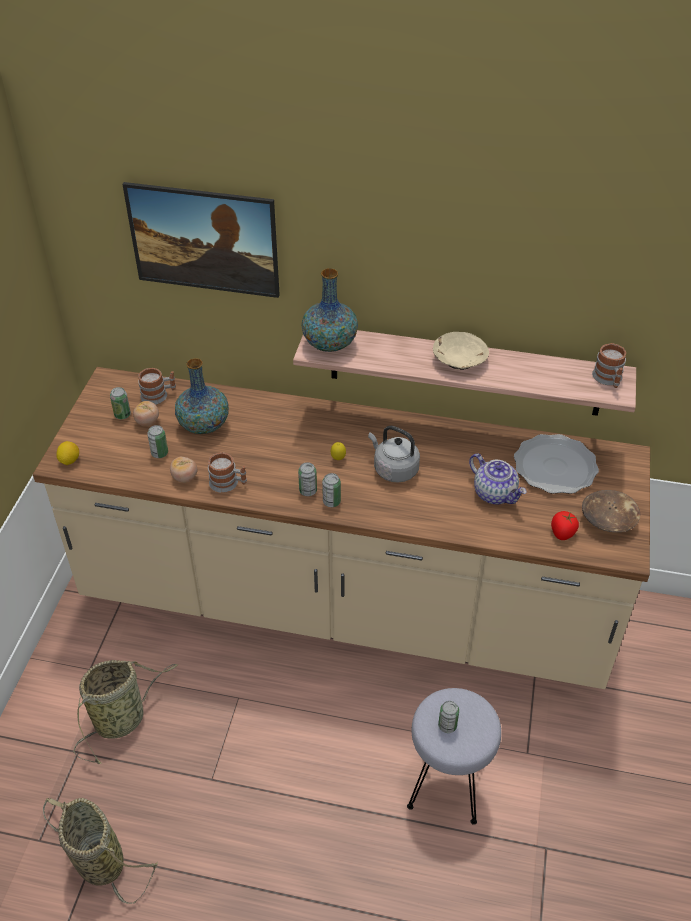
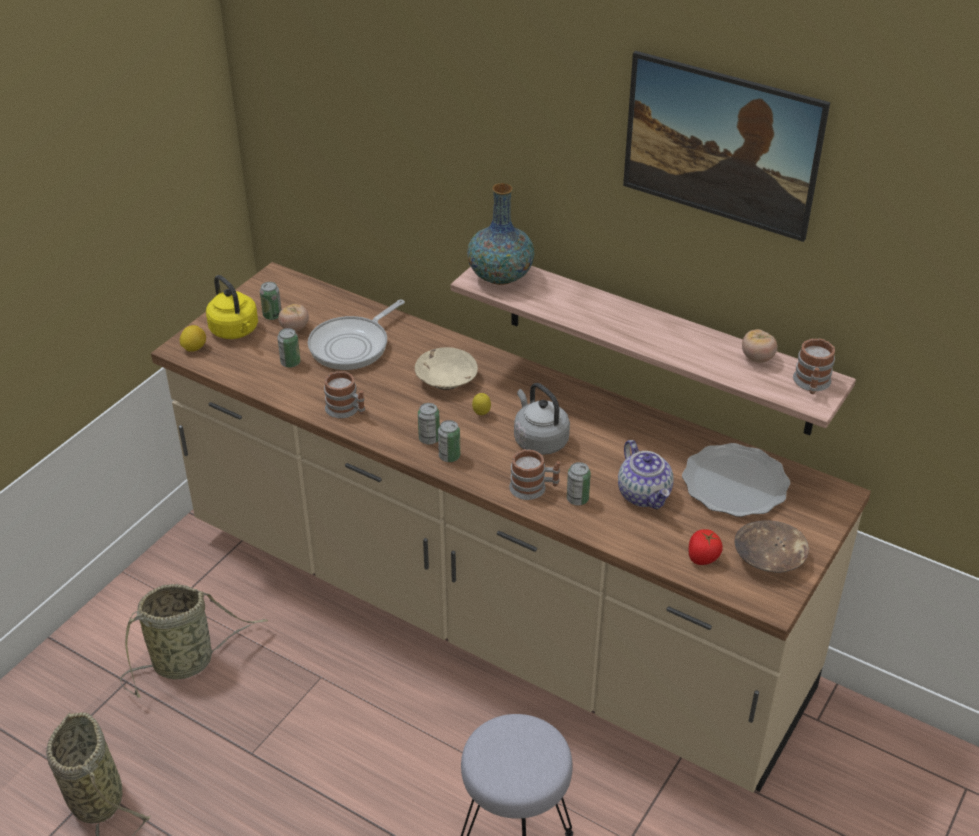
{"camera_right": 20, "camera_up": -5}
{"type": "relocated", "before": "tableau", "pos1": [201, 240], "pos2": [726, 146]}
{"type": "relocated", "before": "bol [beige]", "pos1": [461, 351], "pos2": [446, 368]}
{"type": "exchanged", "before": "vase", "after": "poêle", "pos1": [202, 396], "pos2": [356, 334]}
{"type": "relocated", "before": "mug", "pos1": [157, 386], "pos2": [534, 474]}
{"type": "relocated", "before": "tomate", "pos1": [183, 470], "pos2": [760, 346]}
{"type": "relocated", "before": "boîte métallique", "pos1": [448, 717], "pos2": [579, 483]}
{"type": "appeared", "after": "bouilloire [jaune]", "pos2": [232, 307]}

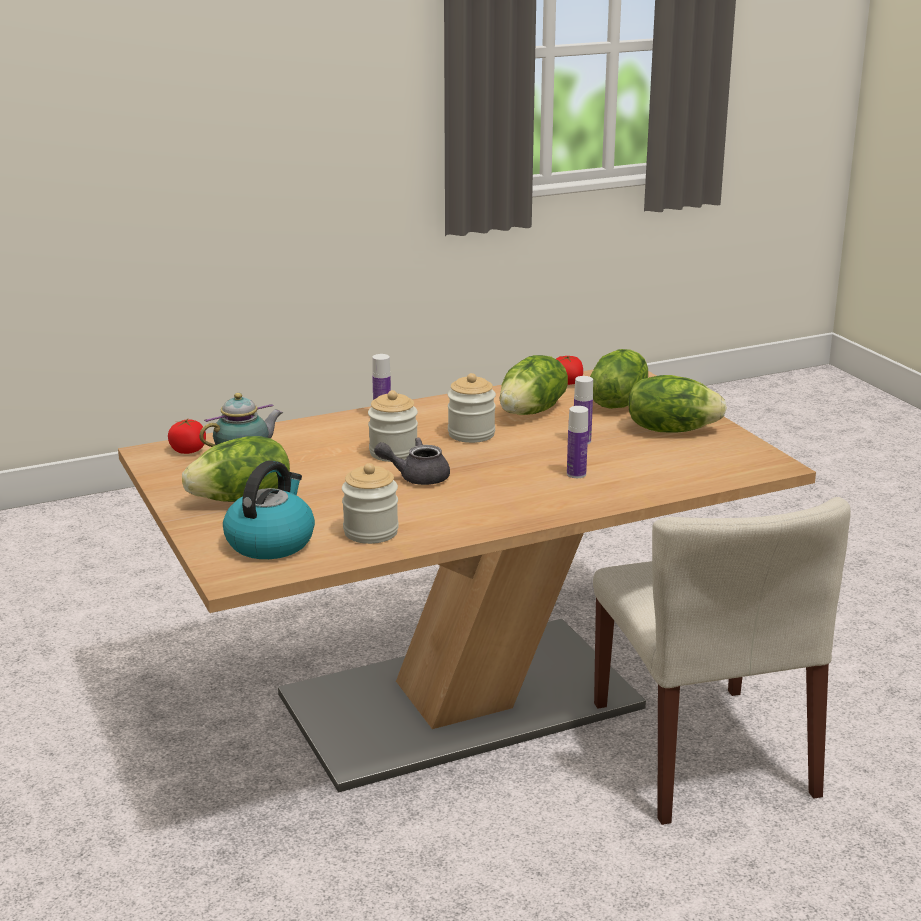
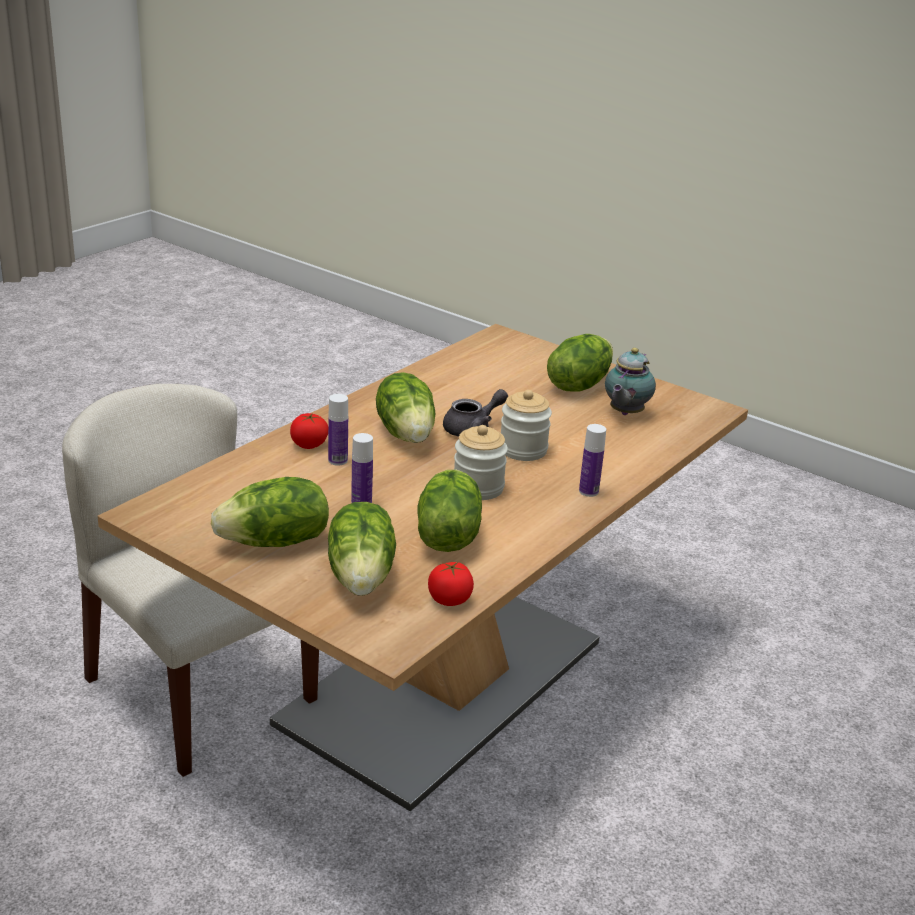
{"camera_right": 150, "camera_up": 5}
{"type": "relocated", "before": "tomate", "pos1": [187, 436], "pos2": [309, 431]}
{"type": "missing", "before": "bouilloire", "pos1": [269, 509]}
{"type": "missing", "before": "bocal", "pos1": [370, 503]}
{"type": "appeared", "after": "laitue", "pos2": [405, 407]}

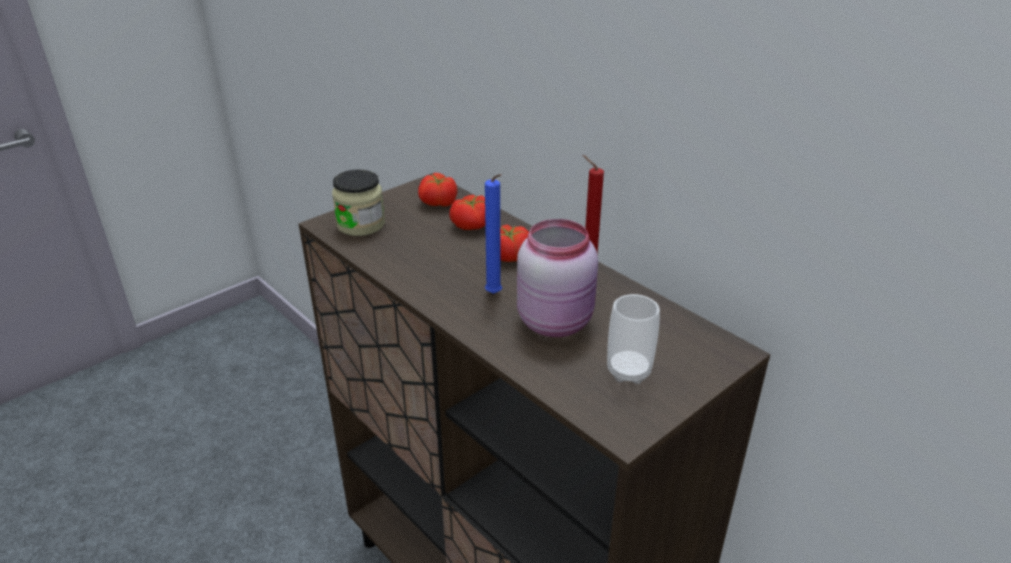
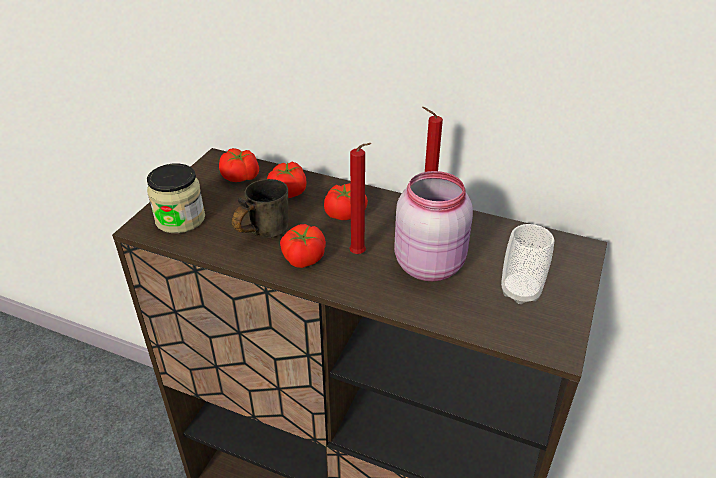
{"camera_right": -25, "camera_up": 5}
{"type": "colour", "before": "bougie [bleu]", "after": "bougie [rouge]", "pos1": [493, 234], "pos2": [361, 198]}
{"type": "appeared", "after": "mug [gris]", "pos2": [260, 208]}
{"type": "appeared", "after": "tomate", "pos2": [303, 246]}

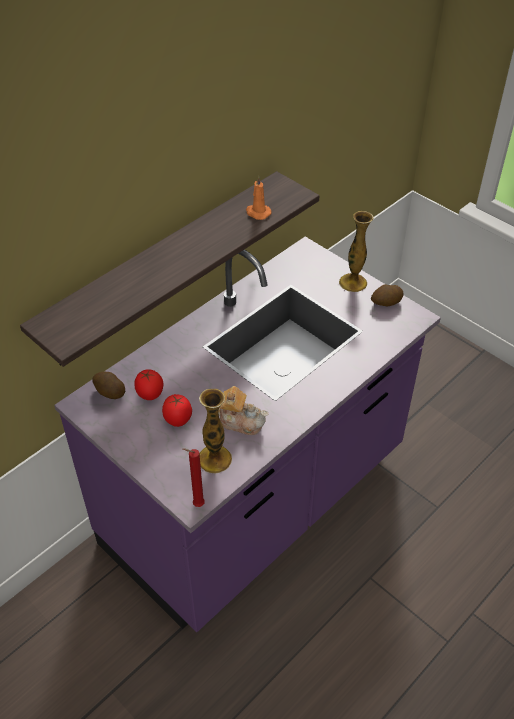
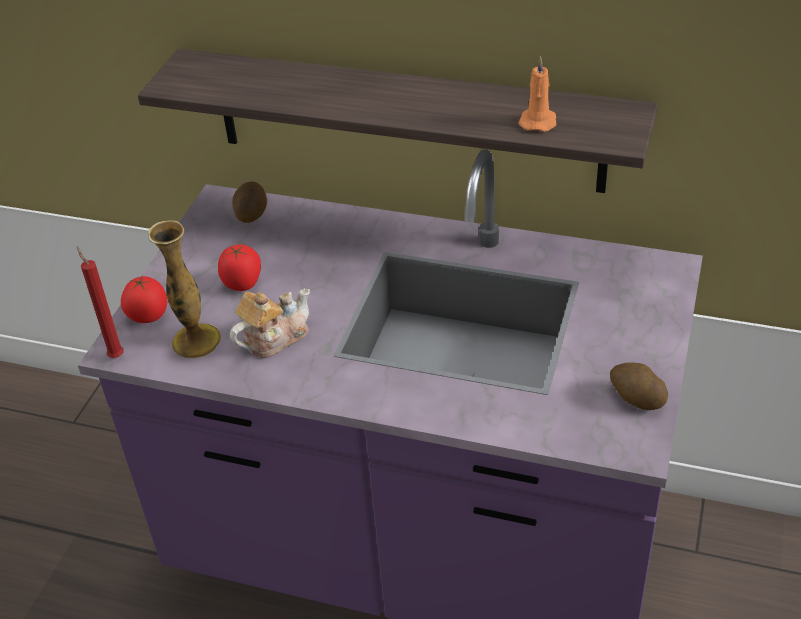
{"camera_right": 65, "camera_up": -5}
{"type": "missing", "before": "vase", "pos1": [356, 251]}
{"type": "relocated", "before": "tomate", "pos1": [148, 384], "pos2": [144, 299]}
{"type": "spun", "before": "théière", "pos1": [243, 410], "pos2": [270, 323], "turn": -120}

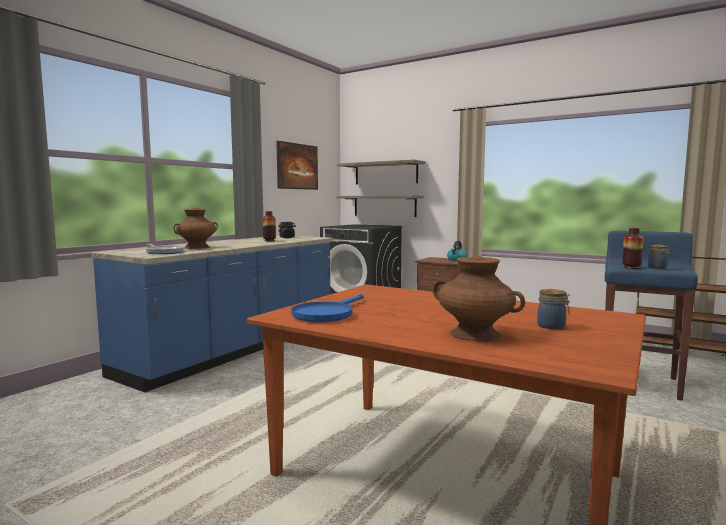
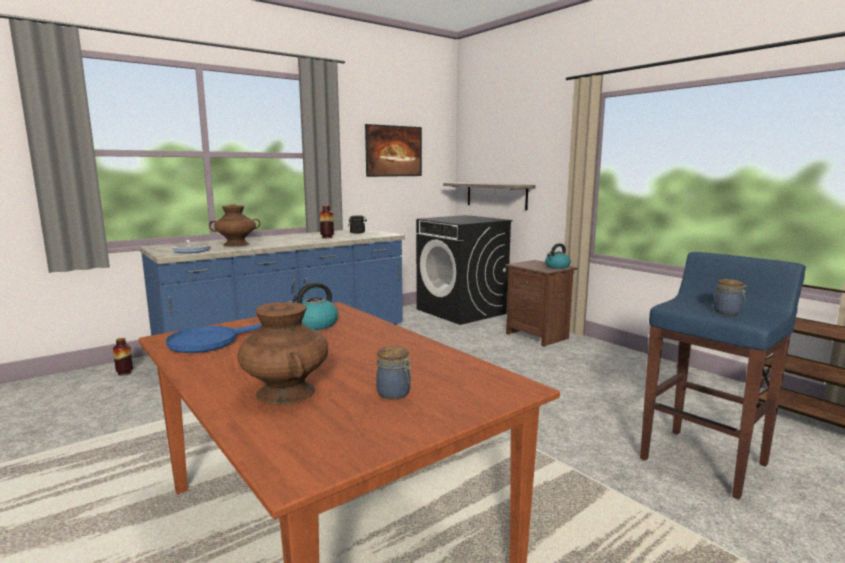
{"camera_right": 20, "camera_up": 5}
{"type": "missing", "before": "étagère", "pos1": [381, 172]}
{"type": "relocated", "before": "vase", "pos1": [632, 248], "pos2": [123, 357]}
{"type": "appeared", "after": "bouilloire", "pos2": [313, 306]}

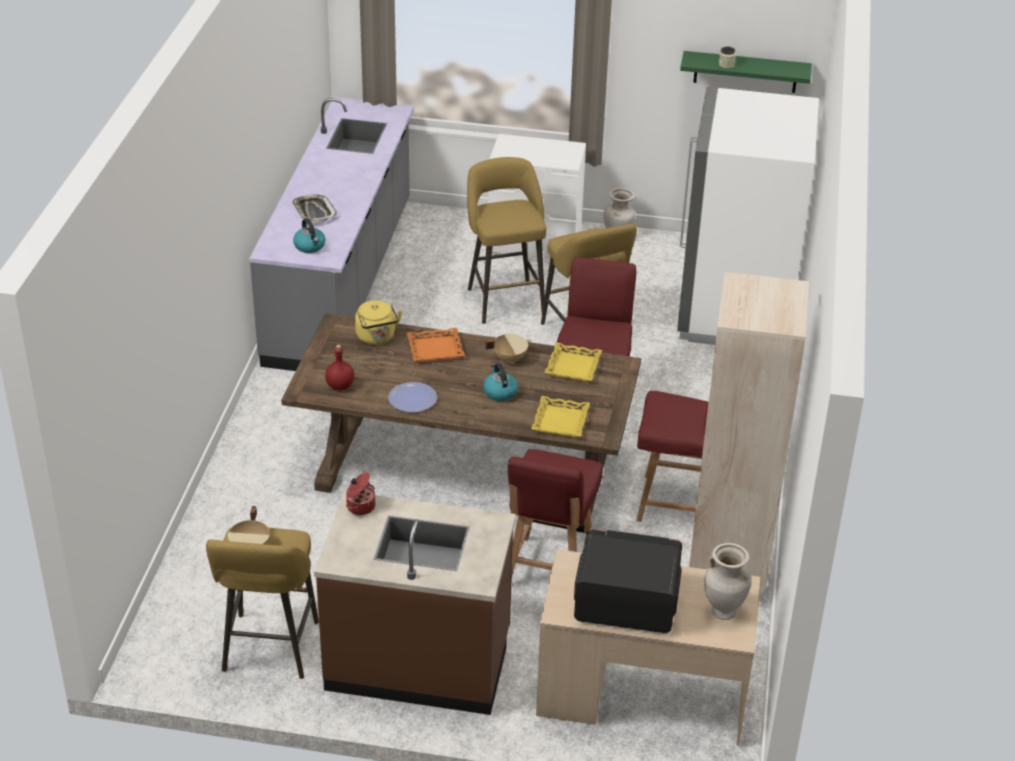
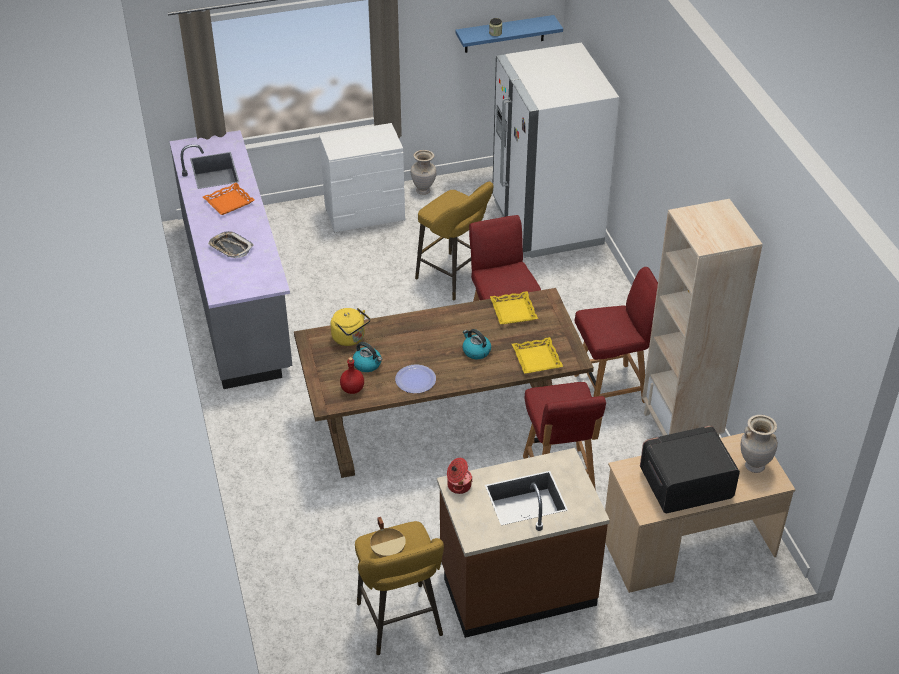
{"camera_right": -25, "camera_up": 5}
{"type": "colour", "before": "étagère [vert]", "after": "étagère [bleu]", "pos1": [746, 72], "pos2": [509, 34]}
{"type": "missing", "before": "tabouret [jaune]", "pos1": [506, 240]}
{"type": "relocated", "before": "bouilloire", "pos1": [309, 235], "pos2": [367, 357]}
{"type": "relocated", "before": "plateau [orange]", "pos1": [436, 345], "pos2": [229, 199]}
{"type": "missing", "before": "marmite [beige]", "pos1": [508, 348]}

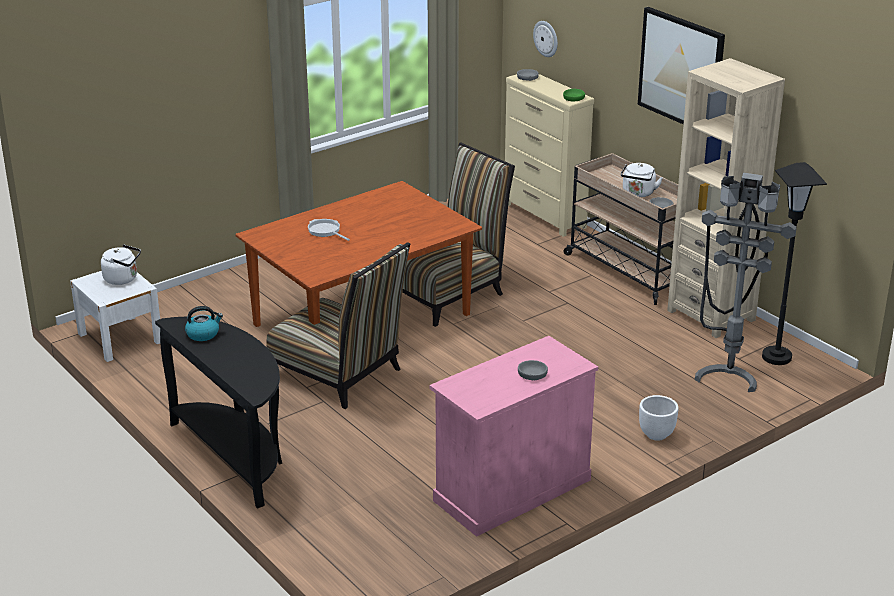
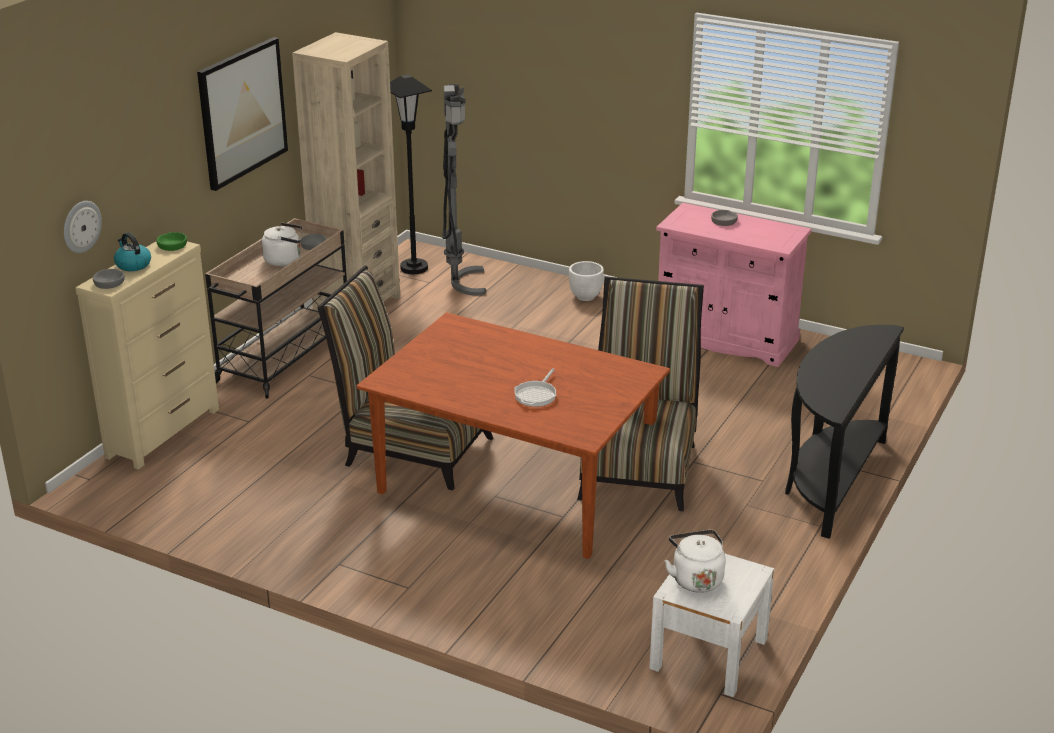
{"camera_right": -115, "camera_up": 0}
{"type": "relocated", "before": "bouilloire", "pos1": [204, 323], "pos2": [132, 251]}

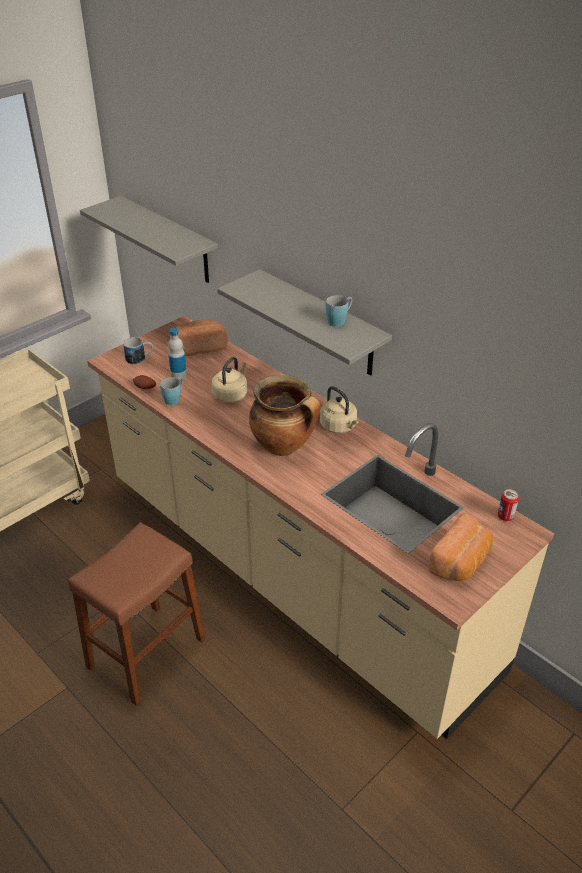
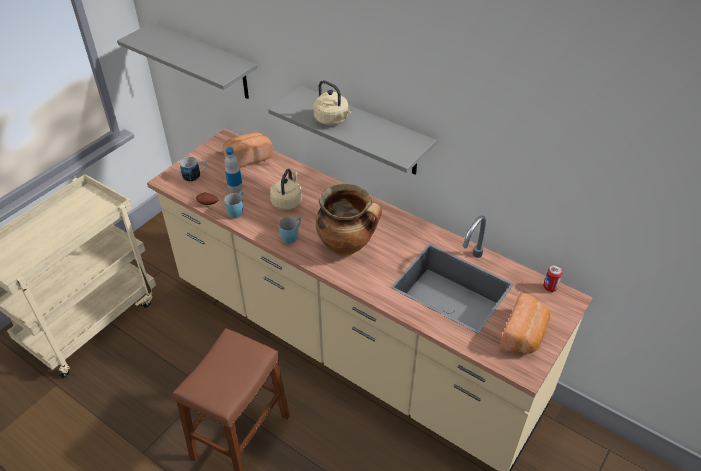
{"camera_right": -10, "camera_up": 5}
{"type": "relocated", "before": "mug [bleu]", "pos1": [339, 311], "pos2": [290, 230]}
{"type": "relocated", "before": "bouilloire [beige]", "pos1": [339, 409], "pos2": [333, 102]}

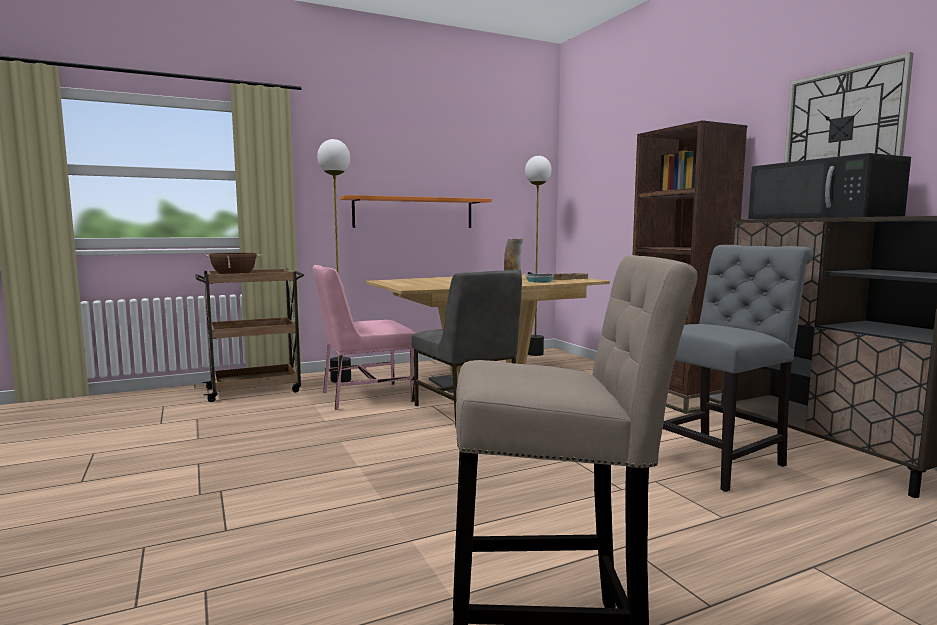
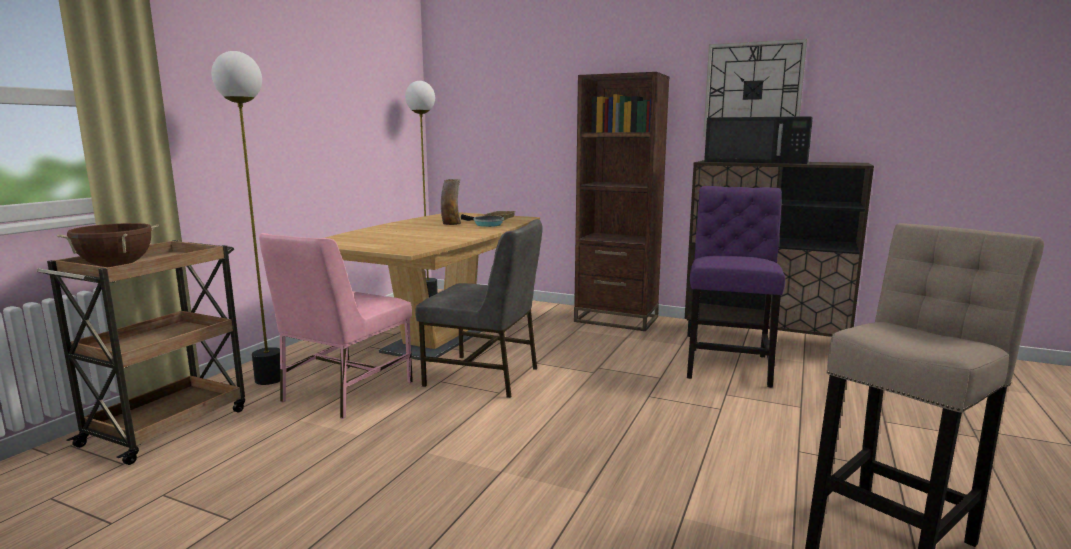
{"camera_right": -40, "camera_up": 5}
{"type": "missing", "before": "étagère [orange]", "pos1": [416, 211]}
{"type": "colour", "before": "chaise [gris]", "after": "chaise [violet]", "pos1": [738, 368], "pos2": [736, 287]}

